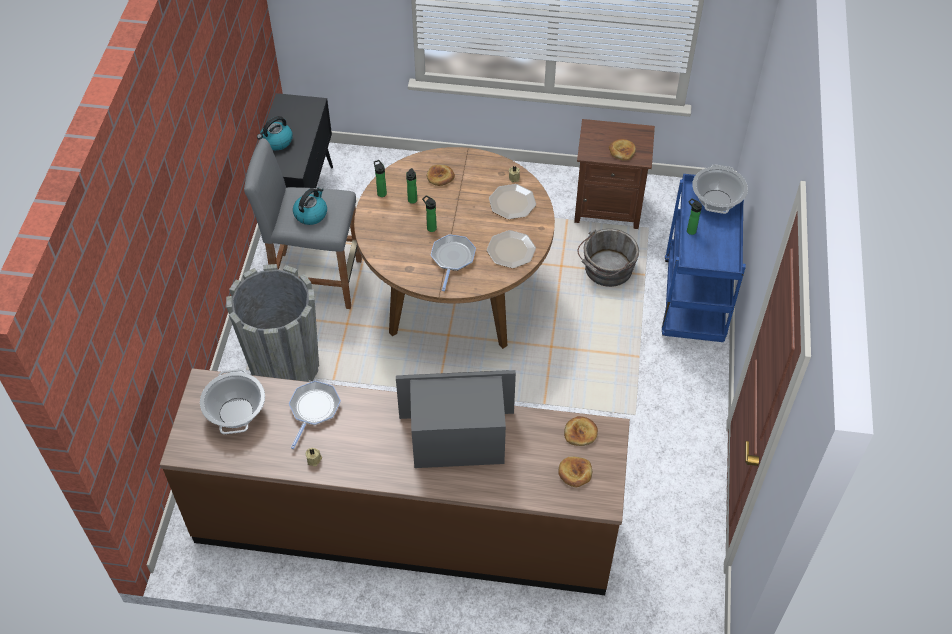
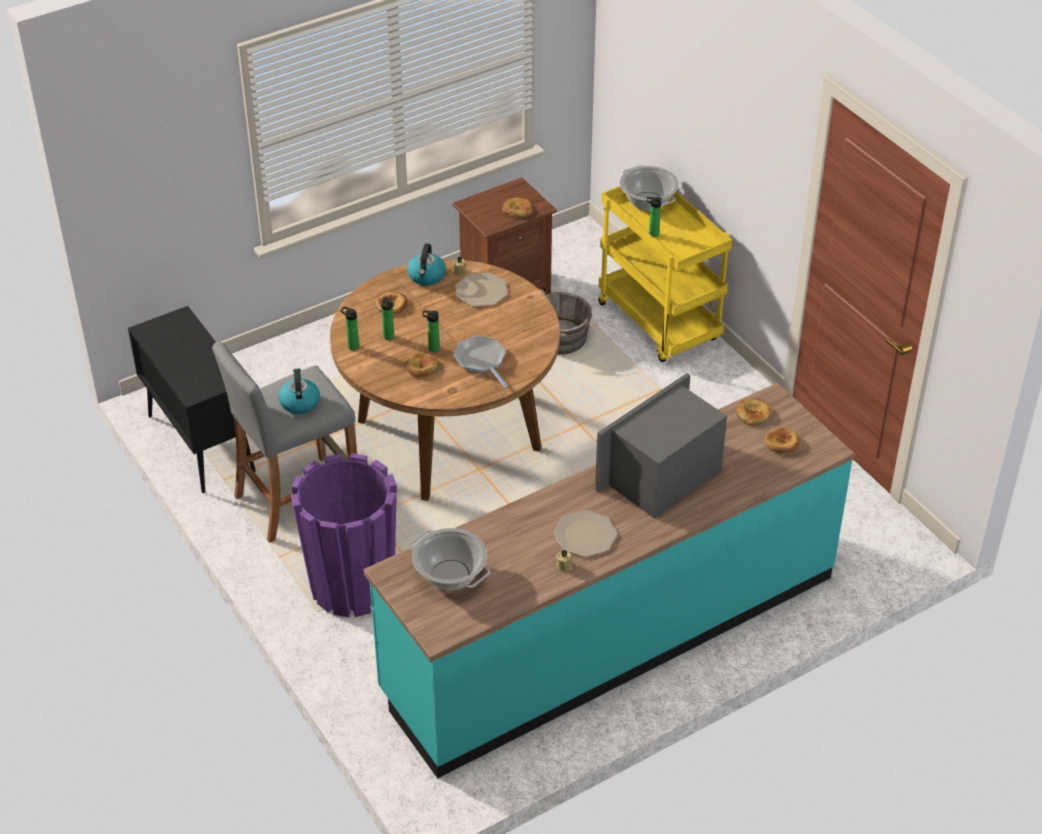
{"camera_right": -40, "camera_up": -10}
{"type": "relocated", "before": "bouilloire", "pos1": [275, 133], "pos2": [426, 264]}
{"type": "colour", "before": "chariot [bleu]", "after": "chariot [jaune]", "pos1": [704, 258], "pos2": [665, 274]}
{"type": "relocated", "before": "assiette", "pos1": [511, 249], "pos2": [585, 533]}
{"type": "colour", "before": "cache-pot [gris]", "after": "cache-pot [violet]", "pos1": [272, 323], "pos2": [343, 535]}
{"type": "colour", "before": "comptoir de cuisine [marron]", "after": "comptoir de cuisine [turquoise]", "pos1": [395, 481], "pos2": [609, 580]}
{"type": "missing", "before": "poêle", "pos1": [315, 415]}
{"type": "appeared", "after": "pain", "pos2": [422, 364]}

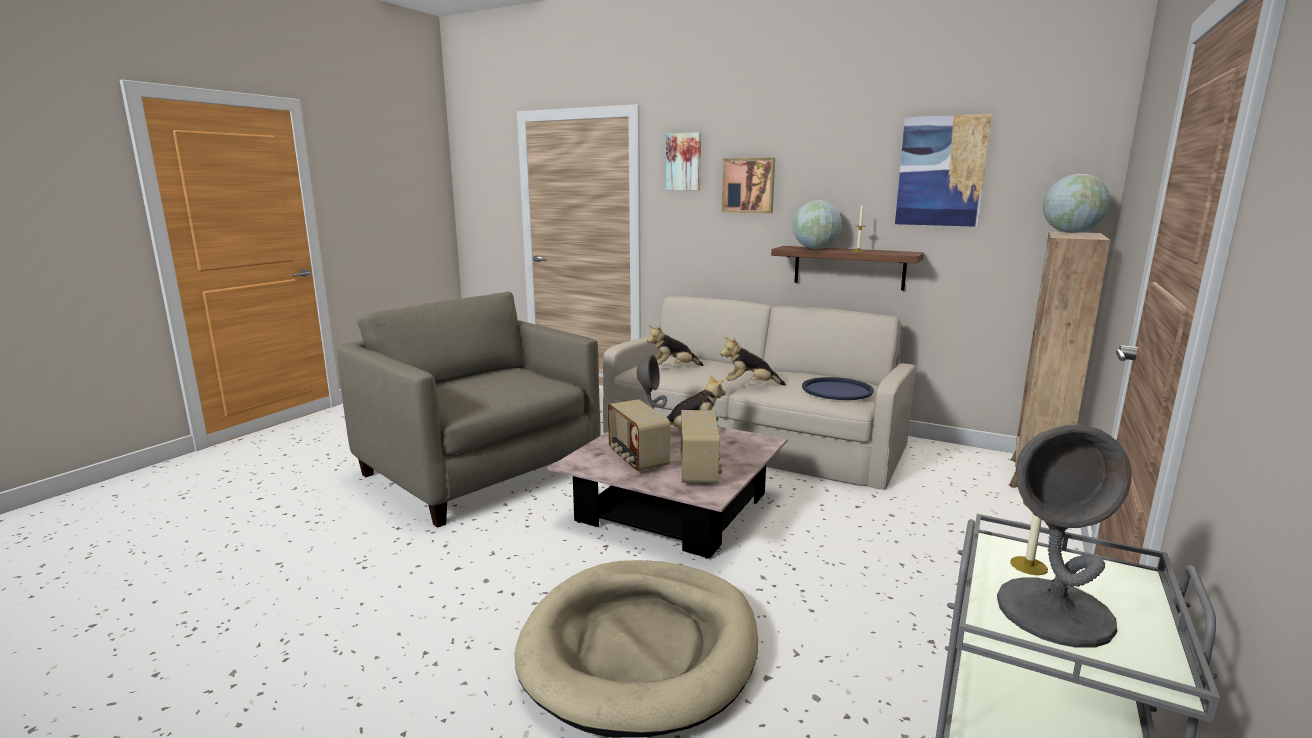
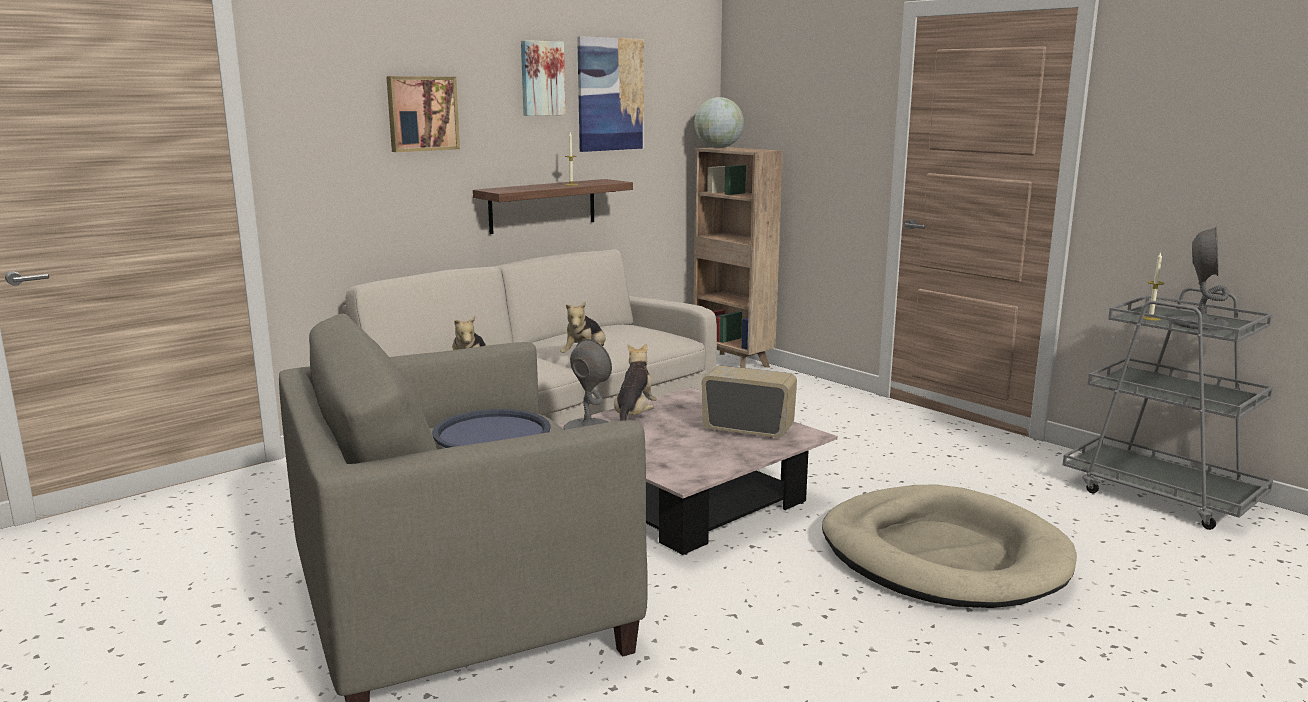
{"camera_right": -70, "camera_up": 0}
{"type": "relocated", "before": "tableau", "pos1": [683, 161], "pos2": [543, 78]}
{"type": "missing", "before": "globe", "pos1": [817, 224]}
{"type": "relocated", "before": "plateau [bleu]", "pos1": [838, 388], "pos2": [491, 428]}
{"type": "missing", "before": "radio", "pos1": [639, 435]}

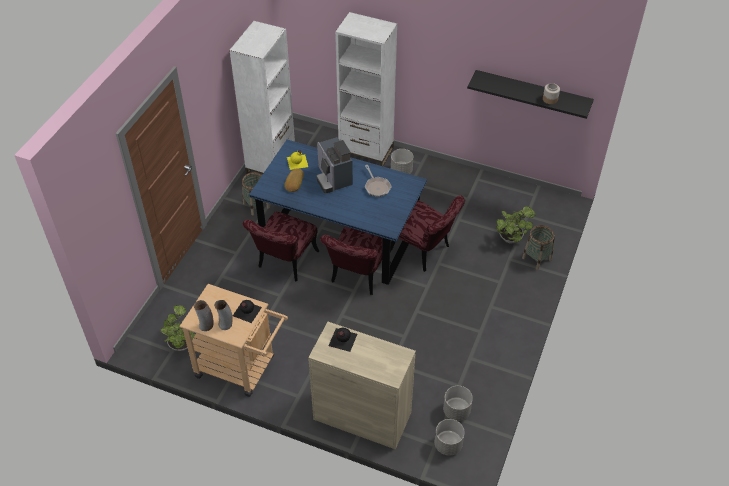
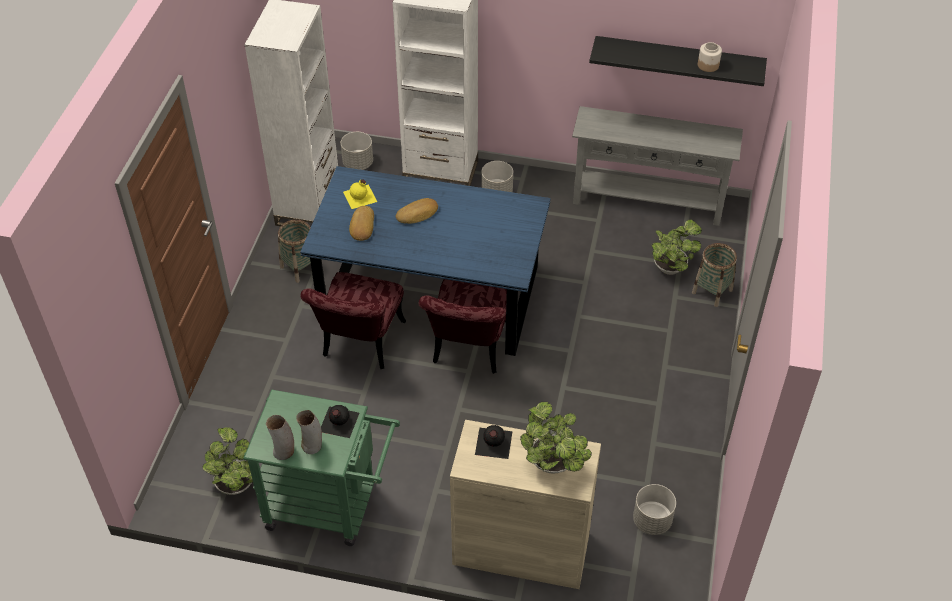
{"camera_right": -10, "camera_up": 0}
{"type": "exchanged", "before": "machine à café", "after": "pain", "pos1": [335, 165], "pos2": [417, 211]}
{"type": "missing", "before": "poêle", "pos1": [378, 181]}
{"type": "missing", "before": "chaise [rouge]", "pos1": [427, 233]}
{"type": "colour", "before": "chariot [beige]", "after": "chariot [vert]", "pos1": [233, 340], "pos2": [321, 468]}
{"type": "relocated", "before": "cache-pot [gris]", "pos1": [450, 437], "pos2": [357, 151]}
{"type": "appeared", "after": "table console [gris]", "pos2": [657, 166]}
{"type": "appeared", "after": "plante en pot", "pos2": [556, 438]}

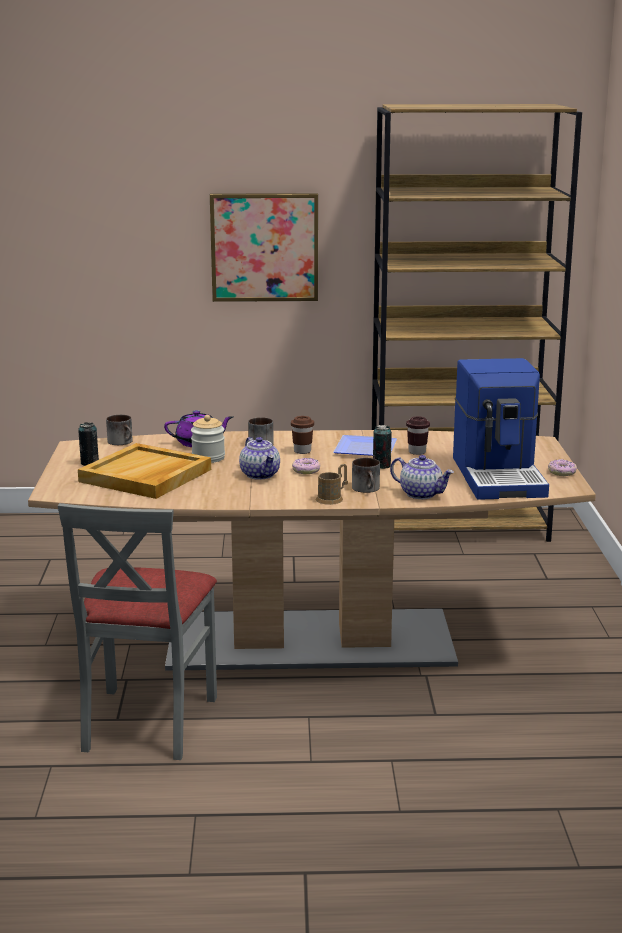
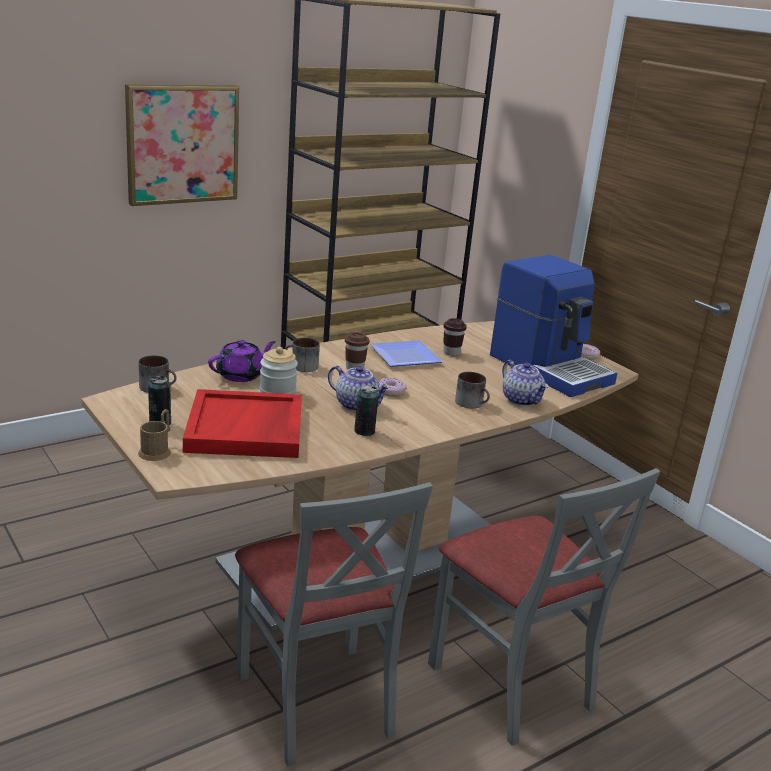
{"camera_right": -35, "camera_up": 5}
{"type": "relocated", "before": "boîte métallique", "pos1": [382, 447], "pos2": [366, 410]}
{"type": "colour", "before": "plateau [beige]", "after": "plateau [rouge]", "pos1": [144, 471], "pos2": [242, 423]}
{"type": "spun", "before": "théière", "pos1": [422, 477], "pos2": [525, 383], "turn": 60}
{"type": "relocated", "before": "mug [marron]", "pos1": [332, 484], "pos2": [154, 435]}
{"type": "appeared", "after": "chaise [gris]", "pos2": [544, 607]}

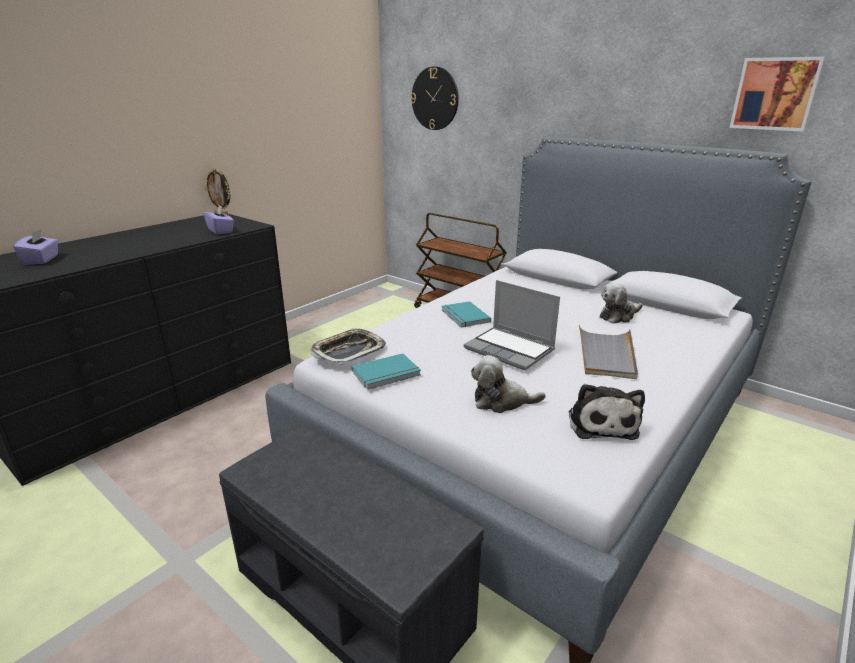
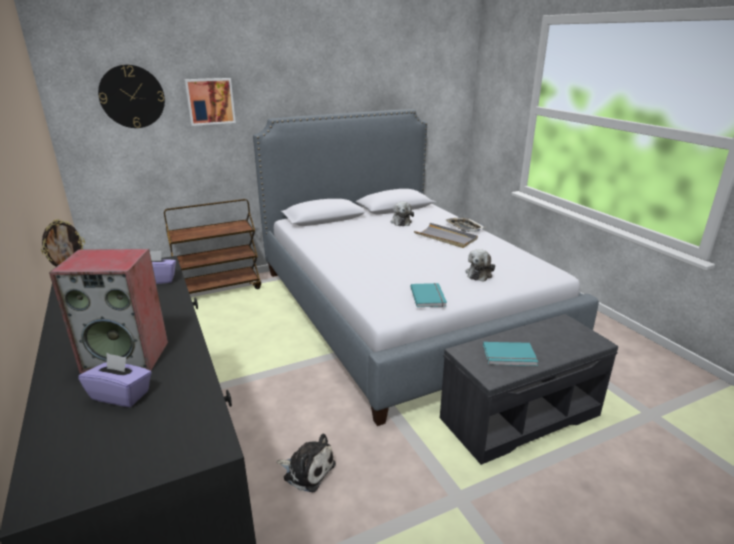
{"camera_right": -65, "camera_up": 0}
{"type": "relocated", "before": "tableau", "pos1": [777, 94], "pos2": [210, 102]}
{"type": "missing", "before": "ordinateur portable", "pos1": [512, 325]}
{"type": "relocated", "before": "livre [turquoise]", "pos1": [466, 314], "pos2": [510, 354]}
{"type": "relocated", "before": "plateau", "pos1": [348, 346], "pos2": [466, 224]}
{"type": "relocated", "before": "peluche", "pos1": [607, 412], "pos2": [306, 462]}
{"type": "appeared", "after": "enceinte", "pos2": [108, 311]}

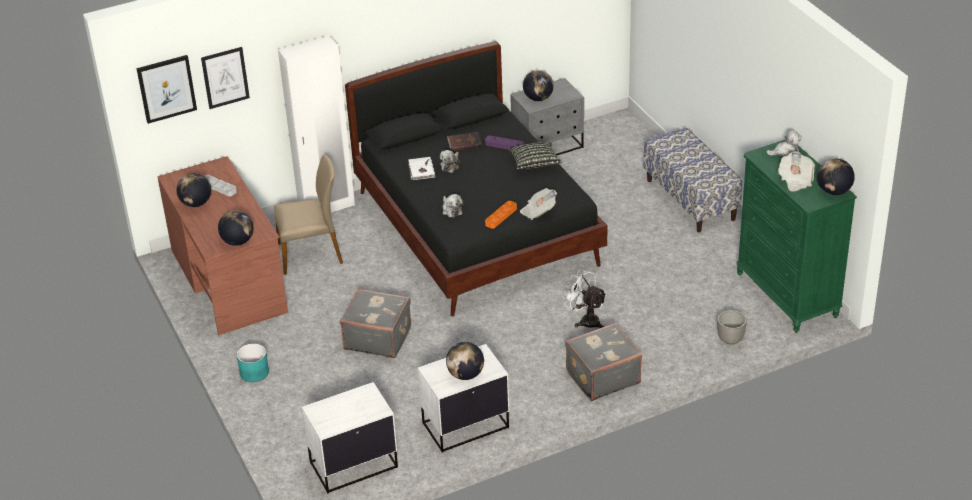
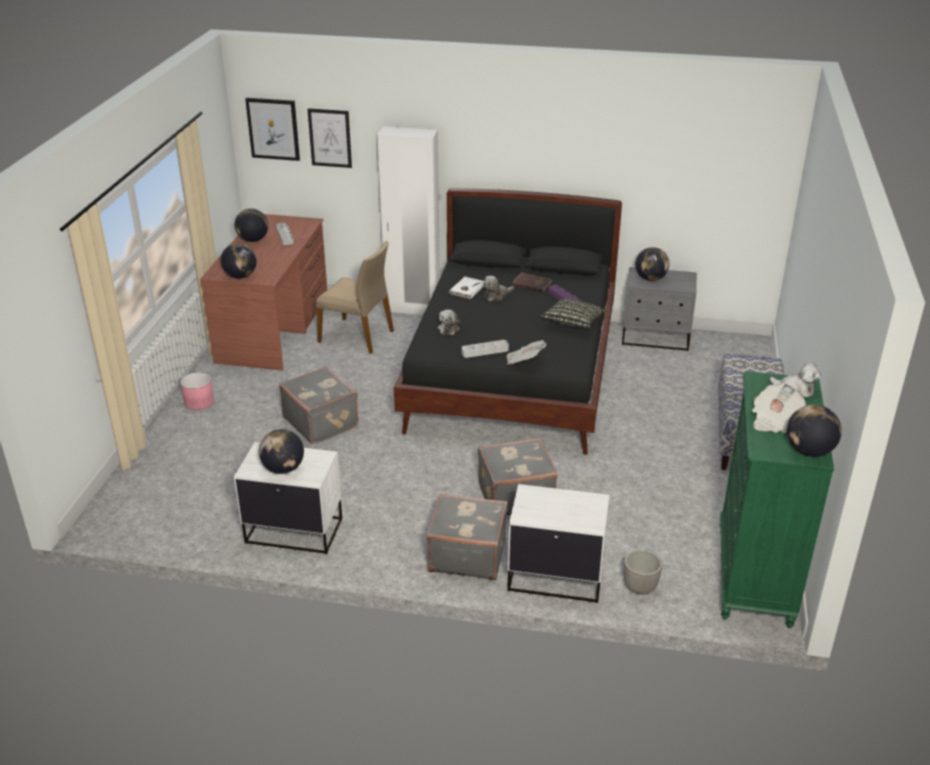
{"camera_right": 35, "camera_up": -5}
{"type": "colour", "before": "plateau [orange]", "after": "plateau [gris]", "pos1": [501, 215], "pos2": [485, 349]}
{"type": "exchanged", "before": "ventilateur [blanc]", "after": "valise [gris]", "pos1": [584, 298], "pos2": [518, 476]}
{"type": "colour", "before": "cache-pot [turquoise]", "after": "cache-pot [rose]", "pos1": [253, 362], "pos2": [197, 391]}
{"type": "relocated", "before": "table de chevet [blanc]", "pos1": [349, 437], "pos2": [559, 543]}

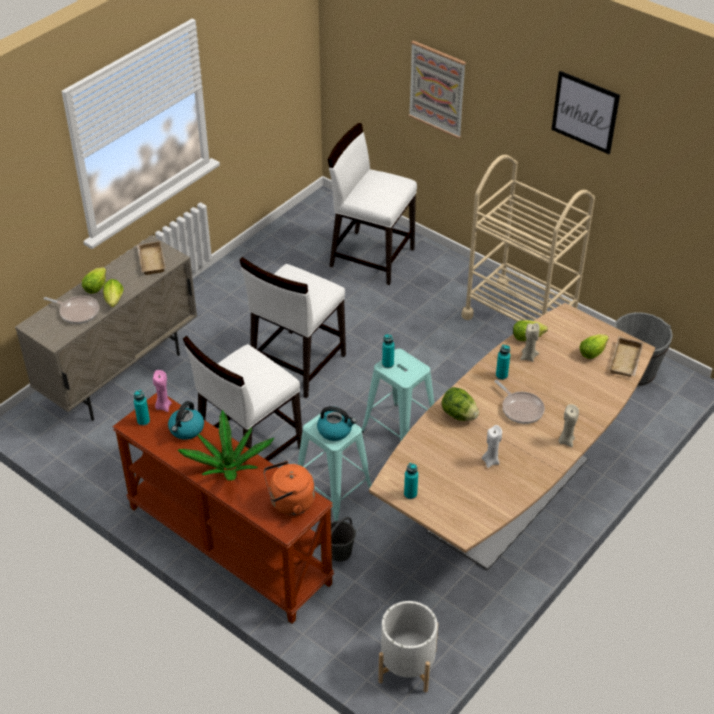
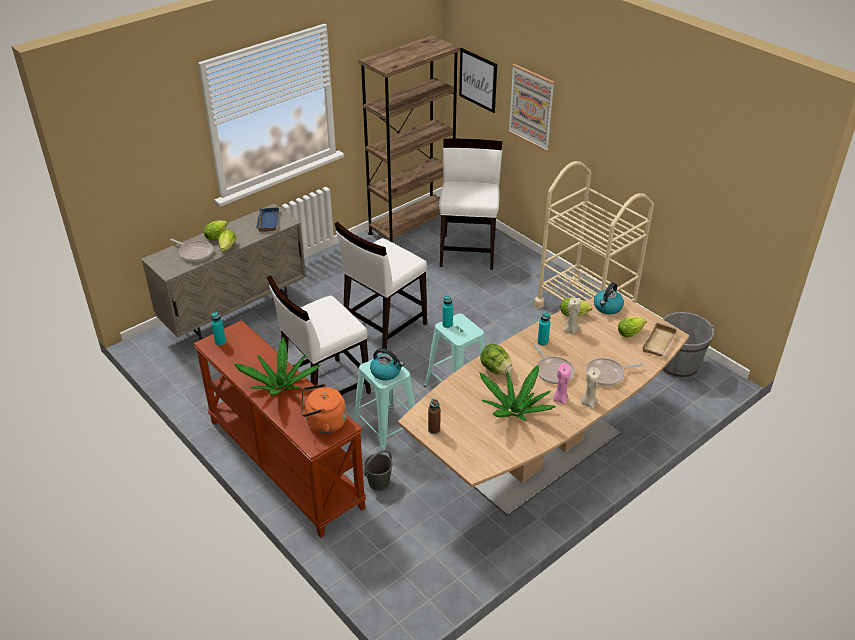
{"camera_right": 10, "camera_up": -5}
{"type": "relocated", "before": "tableau", "pos1": [585, 112], "pos2": [478, 80]}
{"type": "spun", "before": "chaise [blanc]", "pos1": [372, 204], "pos2": [471, 204], "turn": 60}
{"type": "colour", "before": "plateau [beige]", "after": "plateau [bleu]", "pos1": [151, 258], "pos2": [267, 219]}
{"type": "relocated", "before": "bougie [rose]", "pos1": [162, 391], "pos2": [562, 383]}
{"type": "relocated", "before": "bouilloire", "pos1": [186, 420], "pos2": [609, 298]}
{"type": "exchanged", "before": "bougie [blanc]", "after": "plante en pot", "pos1": [492, 446], "pos2": [517, 393]}
{"type": "colour", "before": "bouteille [turquoise]", "after": "bouteille [marron]", "pos1": [411, 481], "pos2": [434, 416]}
{"type": "missing", "before": "cache-pot [blanc]", "pos1": [408, 646]}
{"type": "appeared", "after": "bibliothèque [marron]", "pos2": [409, 139]}
{"type": "appeared", "after": "poêle", "pos2": [615, 372]}

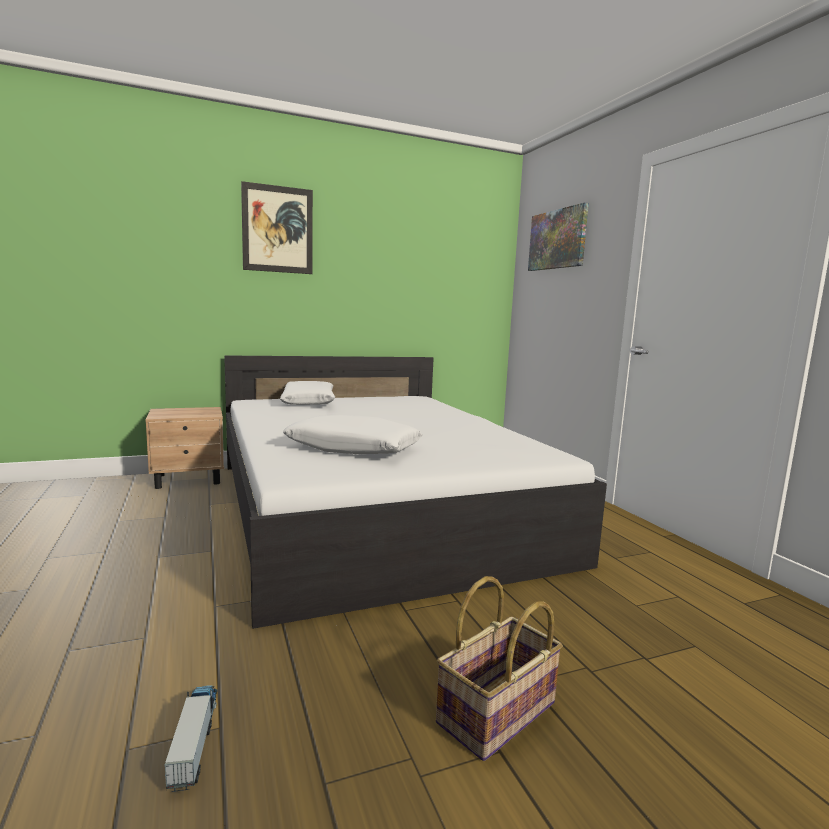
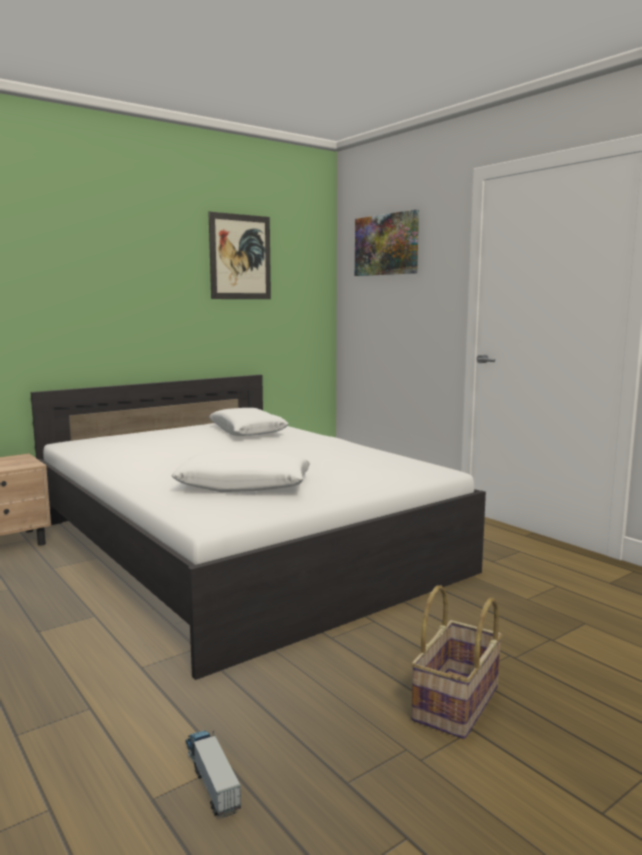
{"camera_right": -15, "camera_up": 0}
{"type": "relocated", "before": "tableau", "pos1": [277, 227], "pos2": [239, 255]}
{"type": "relocated", "before": "coussin [blanc]", "pos1": [307, 393], "pos2": [249, 422]}

